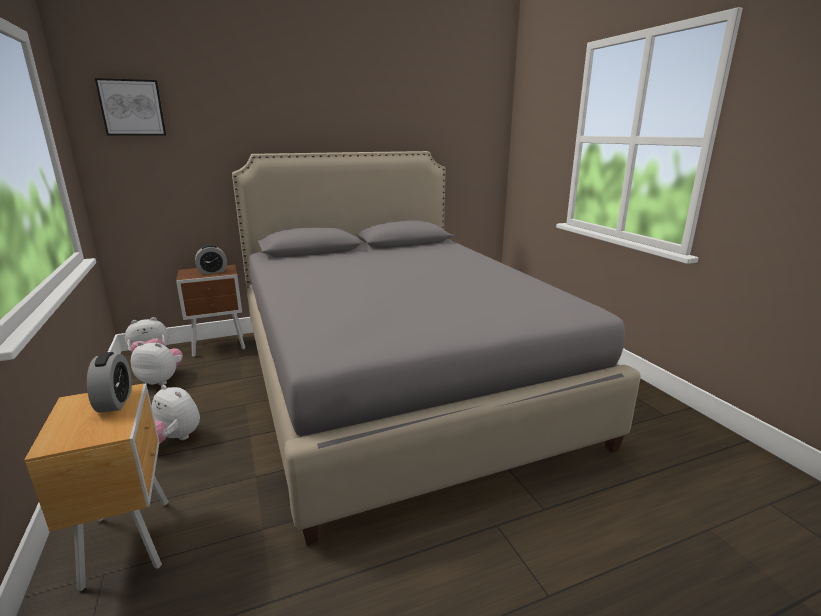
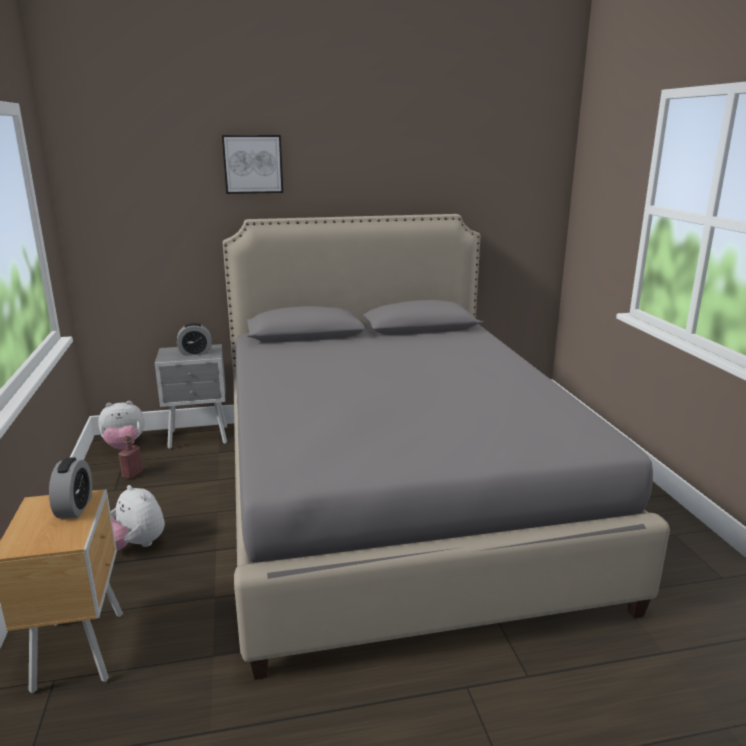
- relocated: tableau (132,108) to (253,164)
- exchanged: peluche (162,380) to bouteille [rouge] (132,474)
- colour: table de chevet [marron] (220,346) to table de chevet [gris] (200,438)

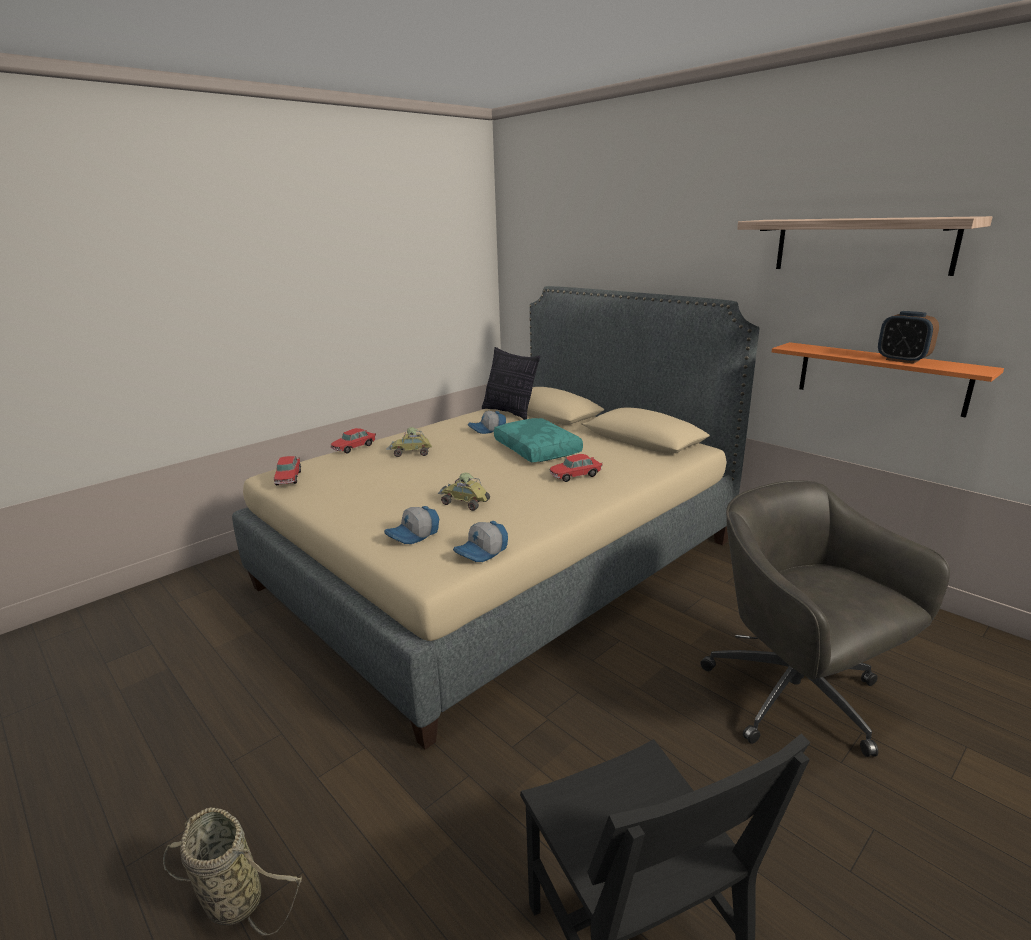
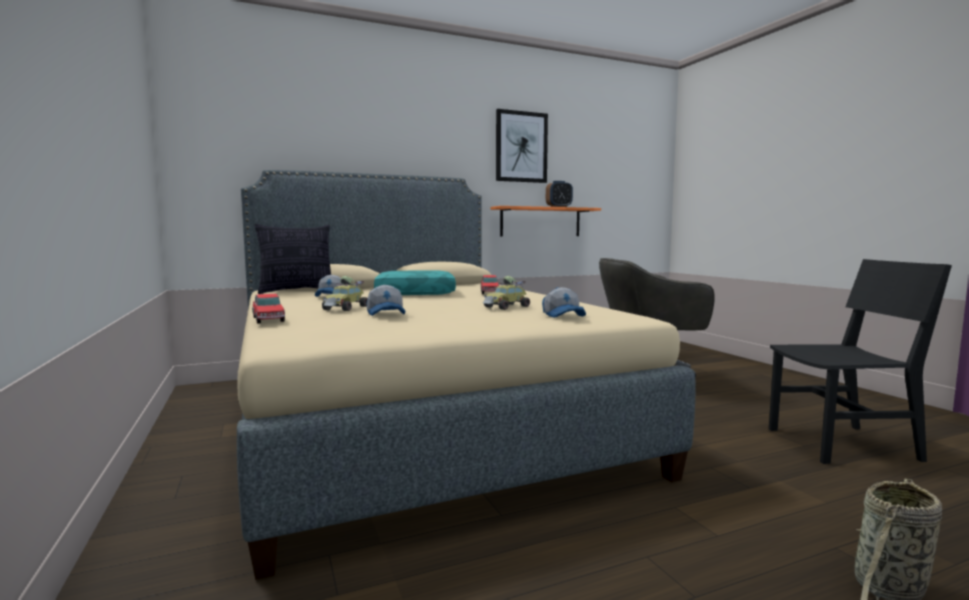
- missing: petite voiture (288,478)
- relocated: casquette (482,552) to (386,313)
- exchanged: étagère (861,245) to tableau (521,147)

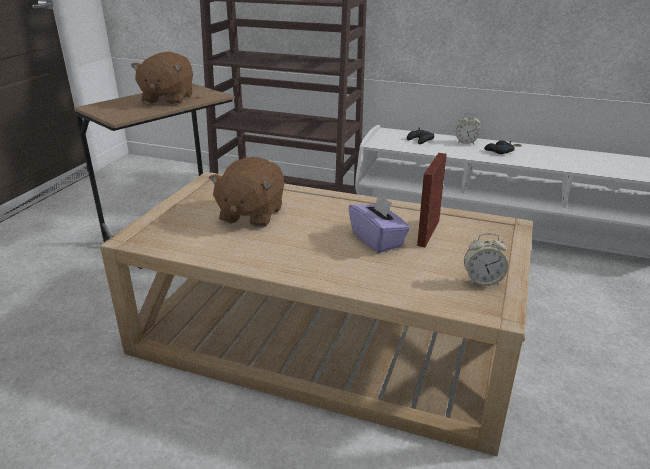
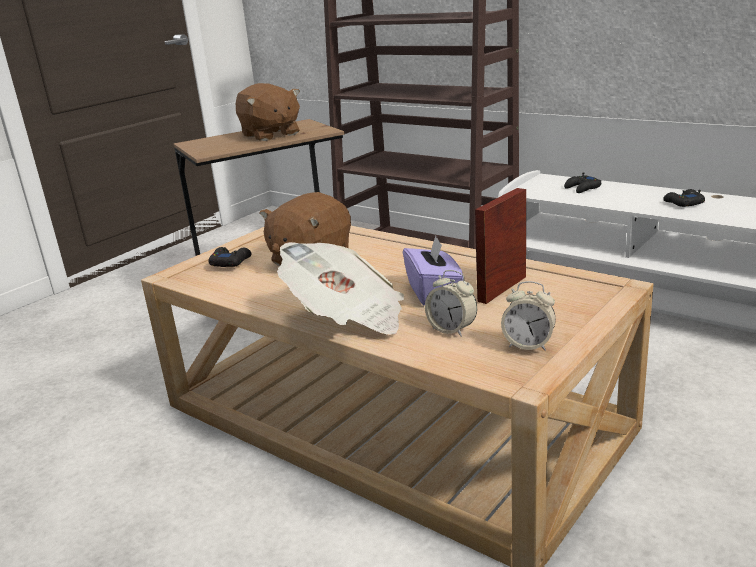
- spun: peluche [marron] (167,99) = (270,135) 60 degrees counterclockwise
- relocated: réveil (466,143) to (452,329)
- appeared: manette [noir] (230,262)
- appeared: journal (347,317)

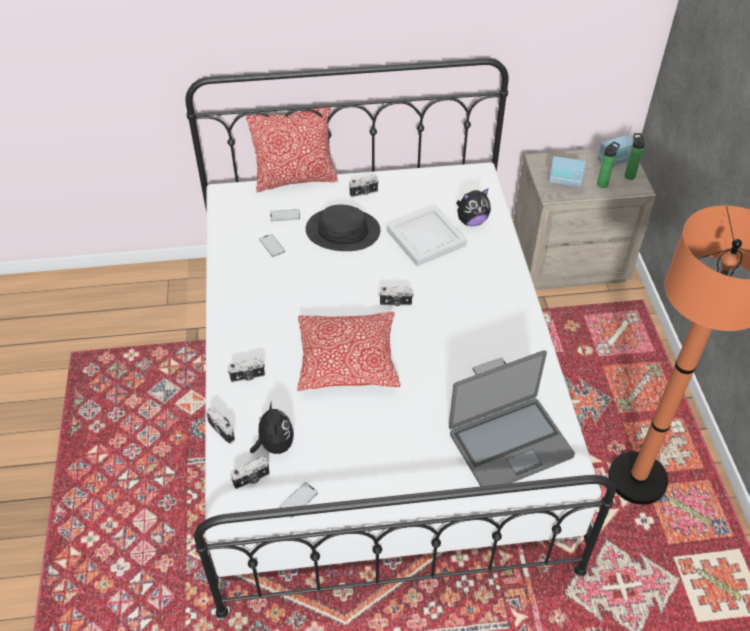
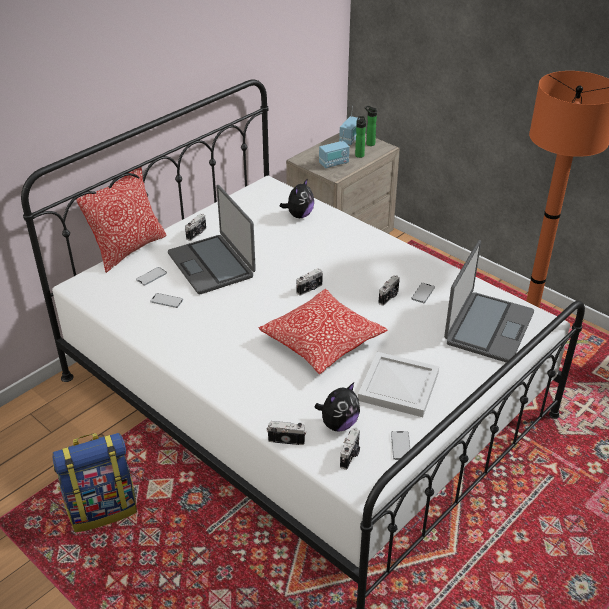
- relocated: appareil photo (247,377) to (389,297)
- spun: peluche (274,445) = (338,424) 105 degrees clockwise
- exchanged: chapeau [noir] (343,231) to ordinateur portable (212,265)
- relocated: plateau [blanc] (426,239) to (399,387)
- appeared: sac à dos (102,508)

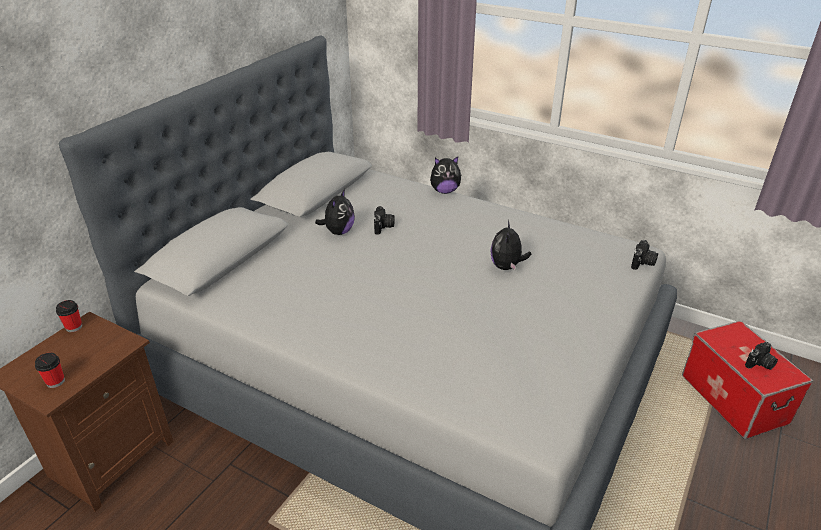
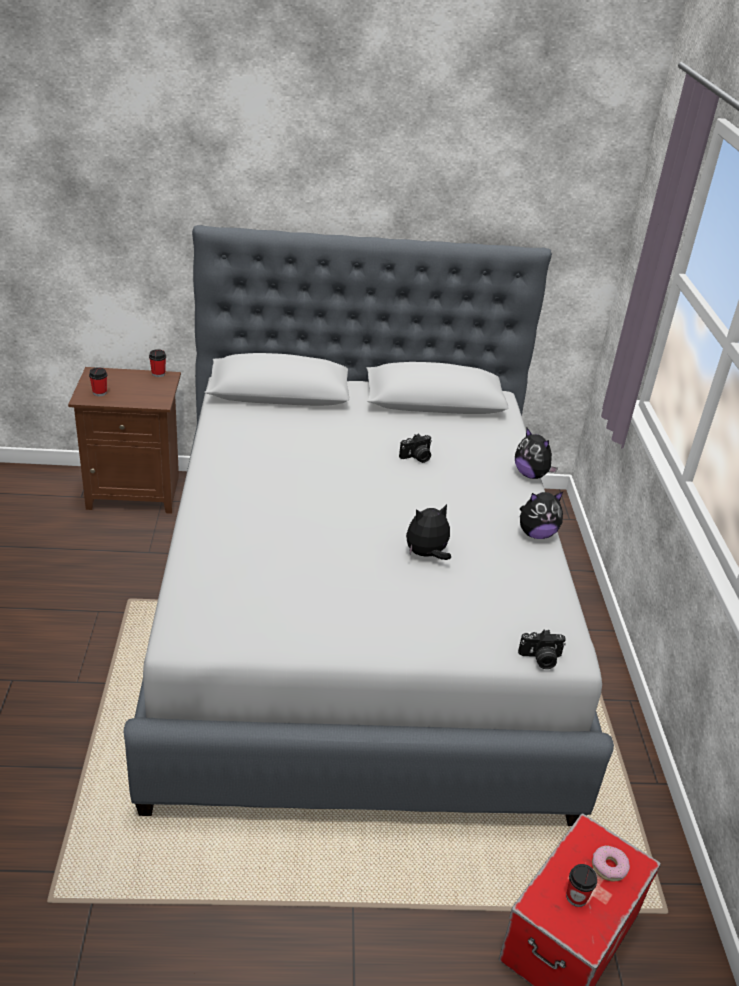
- relocated: peluche (338,232) to (536,534)
- exchanged: appareil photo (760,364) to tasse (576,897)
- appeared: beignet (609,867)

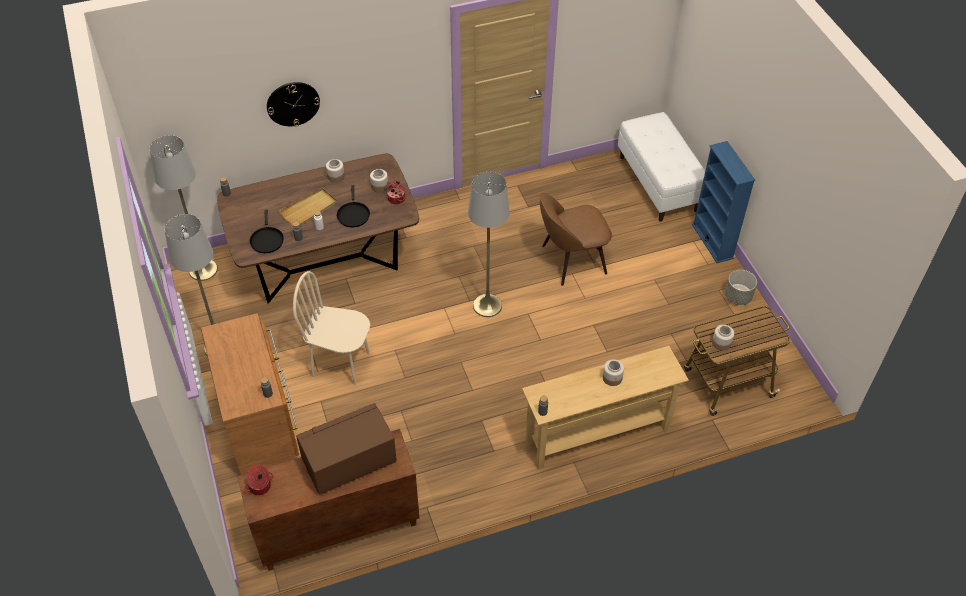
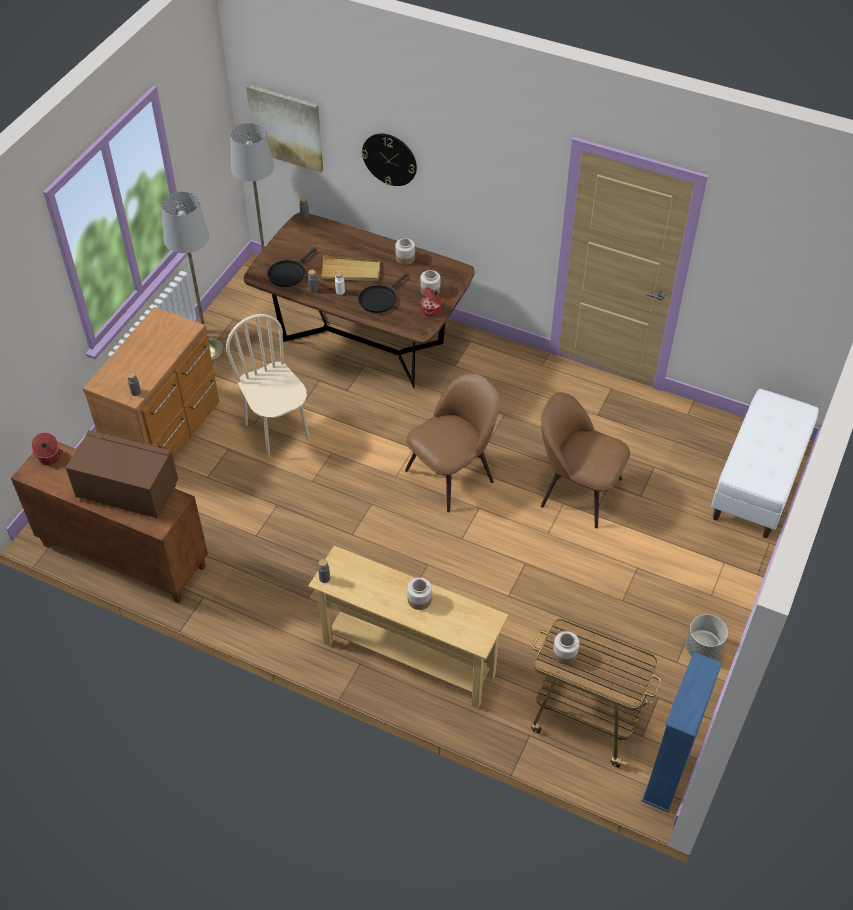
- exchanged: lampadaire [gris] (487,305) to chaise [marron] (452,474)
- relocated: bibliothèque [bleu] (712,241) to (668,772)
- appeared: tableau (286,127)

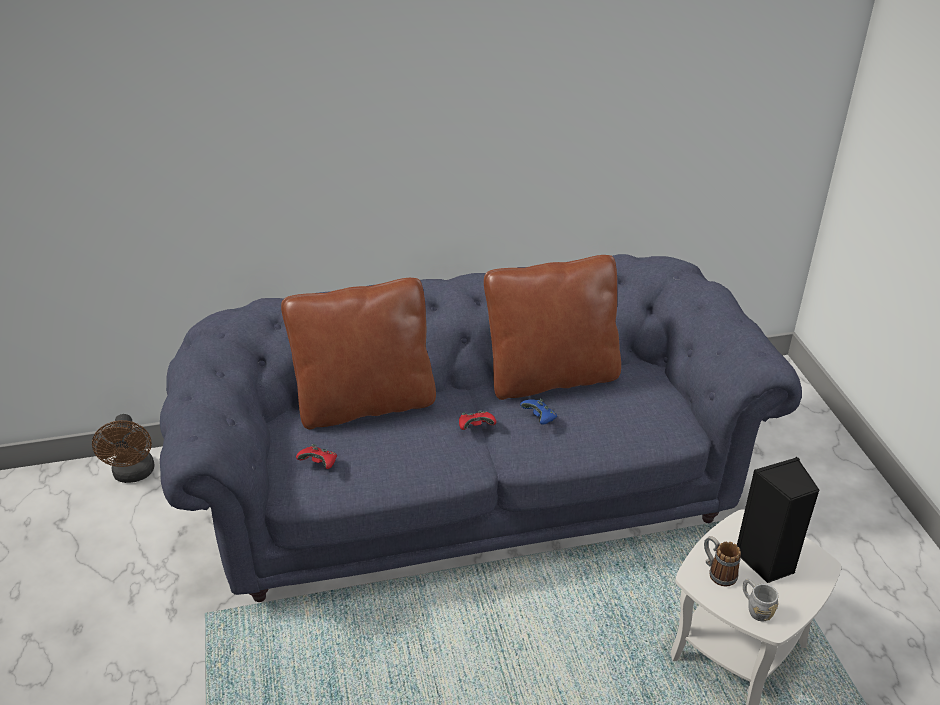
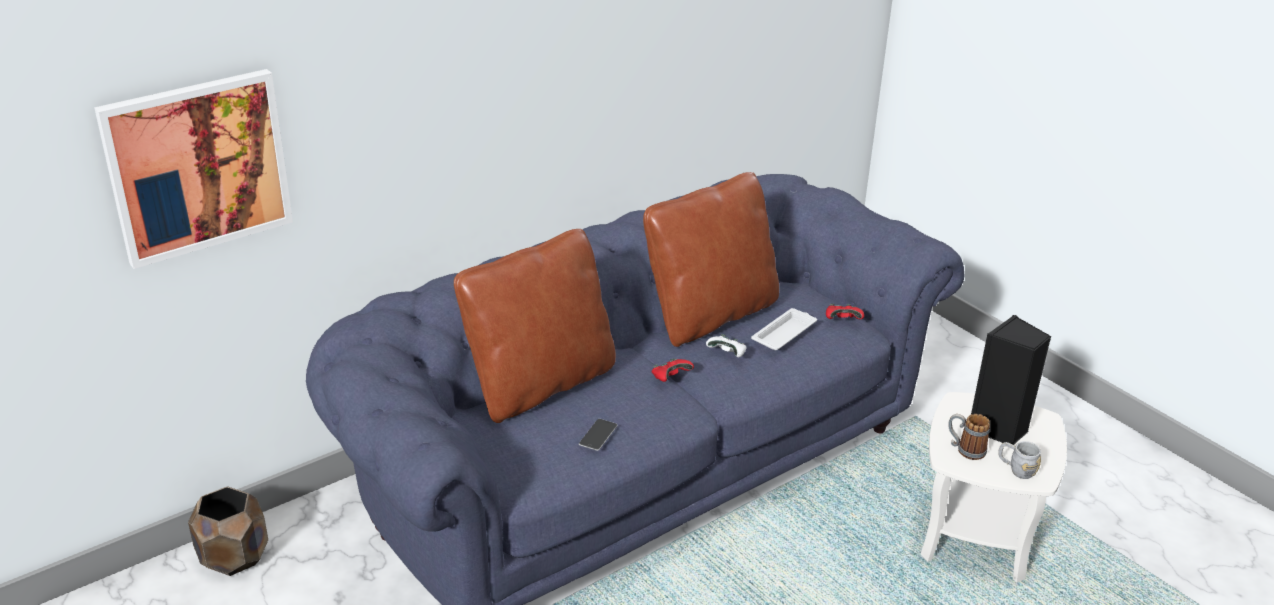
- exchanged: ventilateur [marron] (134,474) to cache-pot [marron] (234,556)
- relocated: manette [rouge] (319,464) to (842,321)
- colour: manette [bleu] (539,418) to manette [blanc] (727,354)
- appeared: tableau (198,166)
- appeared: téléphone (598,435)
- appeared: plateau [blanc] (785,333)

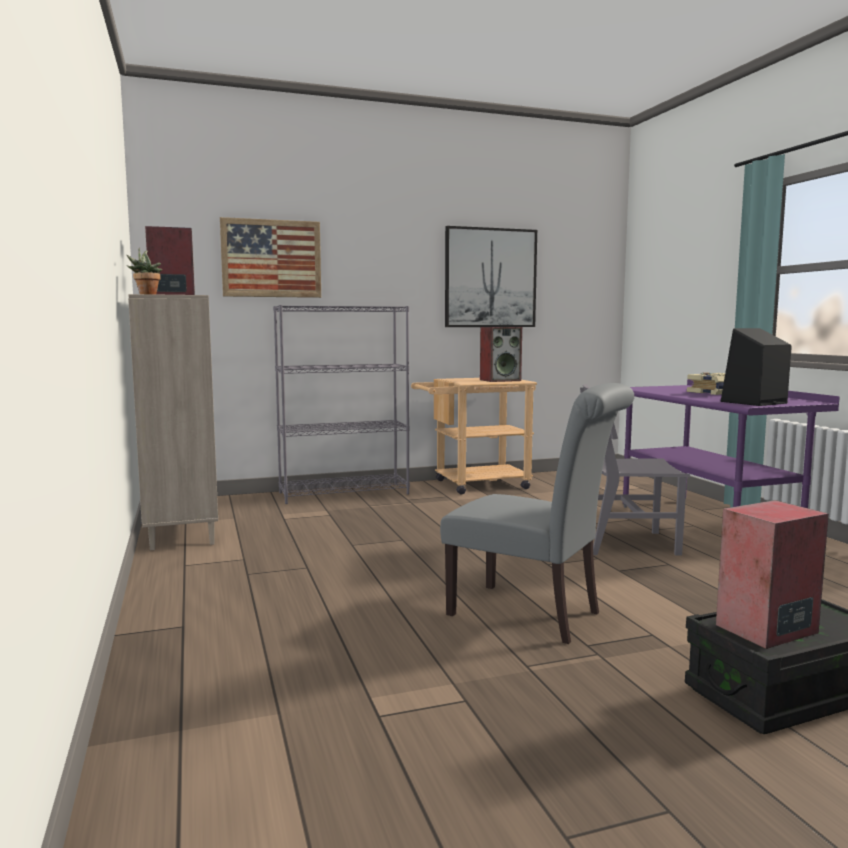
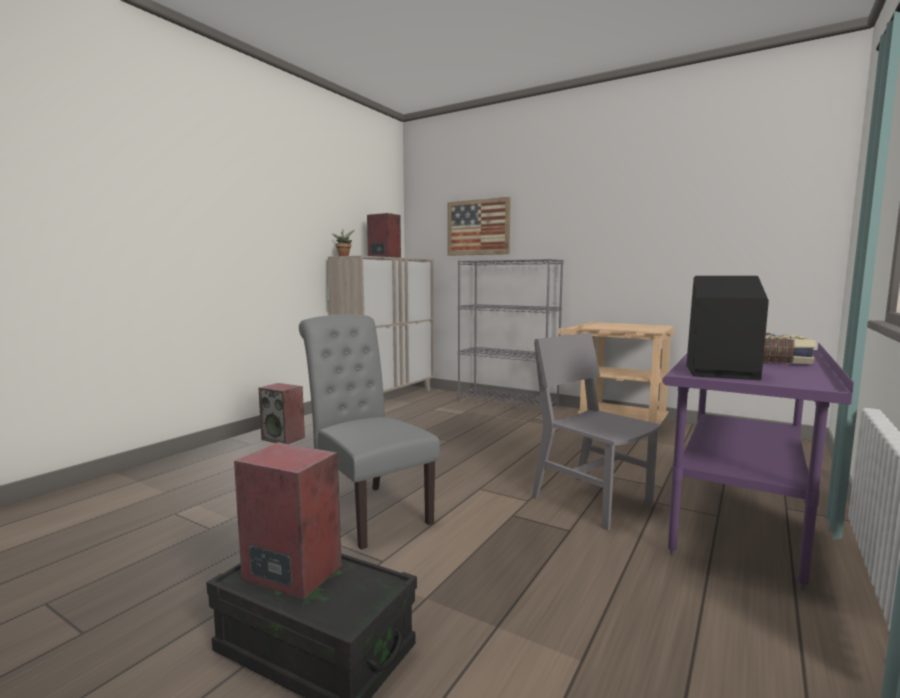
- spun: chaise [gris] (533,615) = (367,511) 150 degrees clockwise
- missing: tableau (490,278)
- relocated: enceinte (500,380) to (284,438)

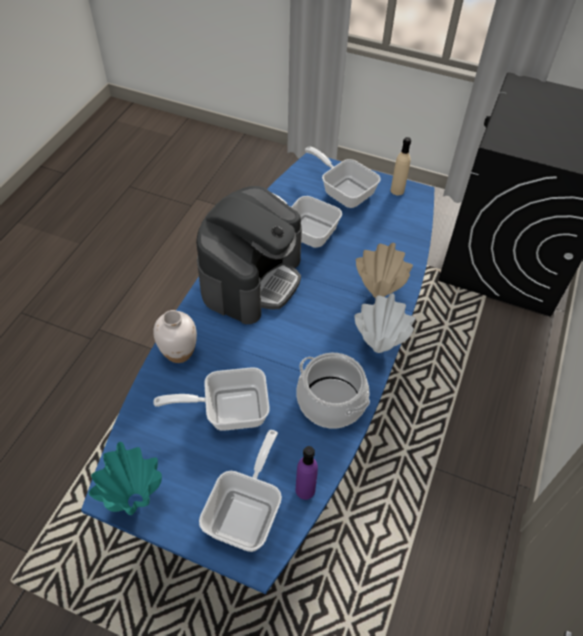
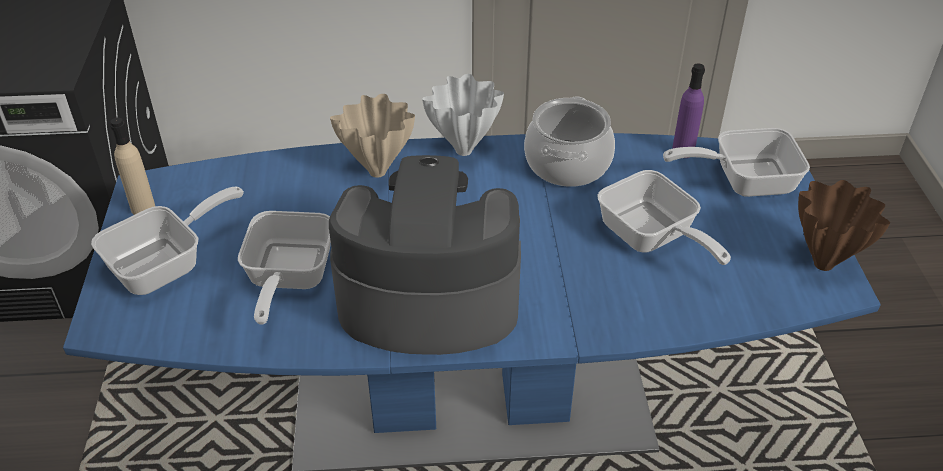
- colour: vase [turquoise] (135,502) to vase [marron] (824,263)
- missing: vase [blanc] (179,352)
- spun: poêle (344,191) = (167,264) 150 degrees counterclockwise

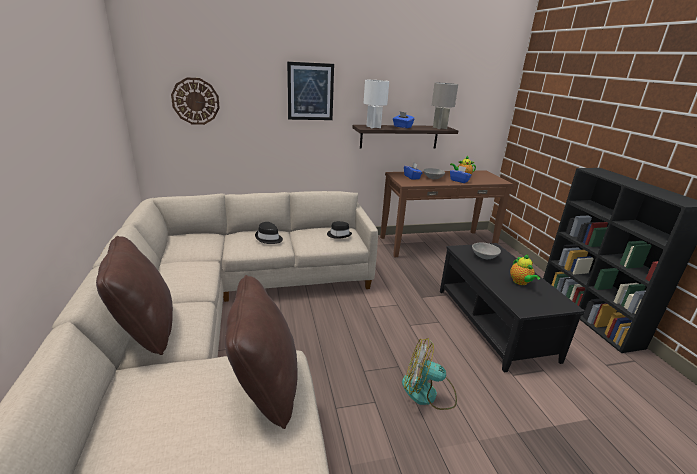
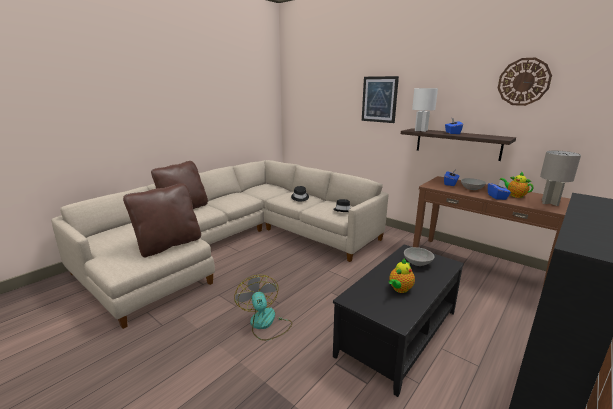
- relocated: horloge murale (195,101) to (523,82)
- relocated: lampe de table [gris] (440,128) to (550,203)

